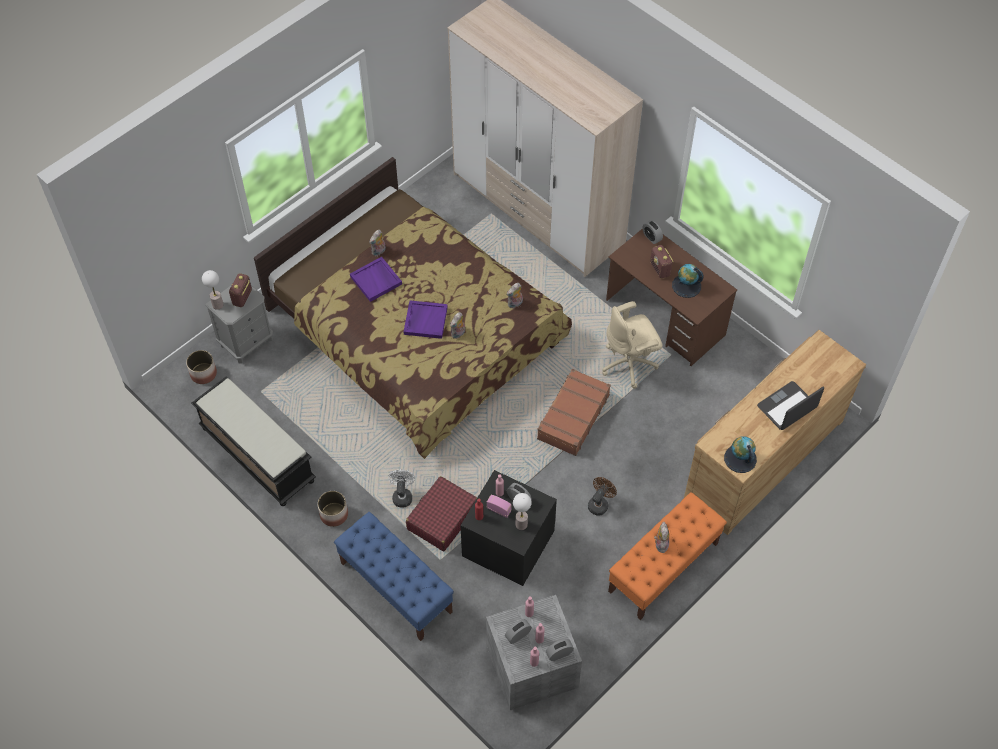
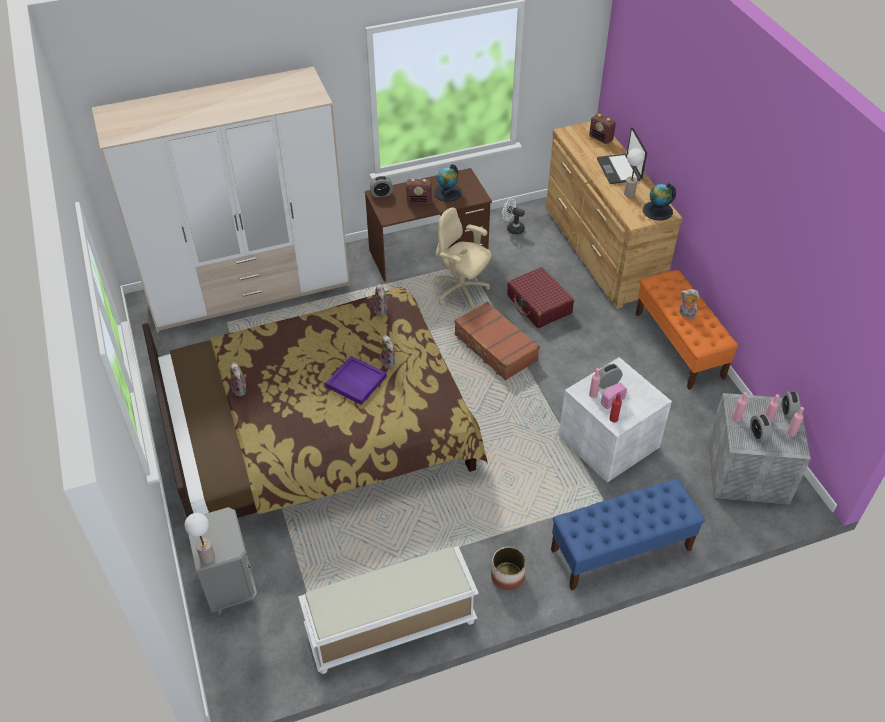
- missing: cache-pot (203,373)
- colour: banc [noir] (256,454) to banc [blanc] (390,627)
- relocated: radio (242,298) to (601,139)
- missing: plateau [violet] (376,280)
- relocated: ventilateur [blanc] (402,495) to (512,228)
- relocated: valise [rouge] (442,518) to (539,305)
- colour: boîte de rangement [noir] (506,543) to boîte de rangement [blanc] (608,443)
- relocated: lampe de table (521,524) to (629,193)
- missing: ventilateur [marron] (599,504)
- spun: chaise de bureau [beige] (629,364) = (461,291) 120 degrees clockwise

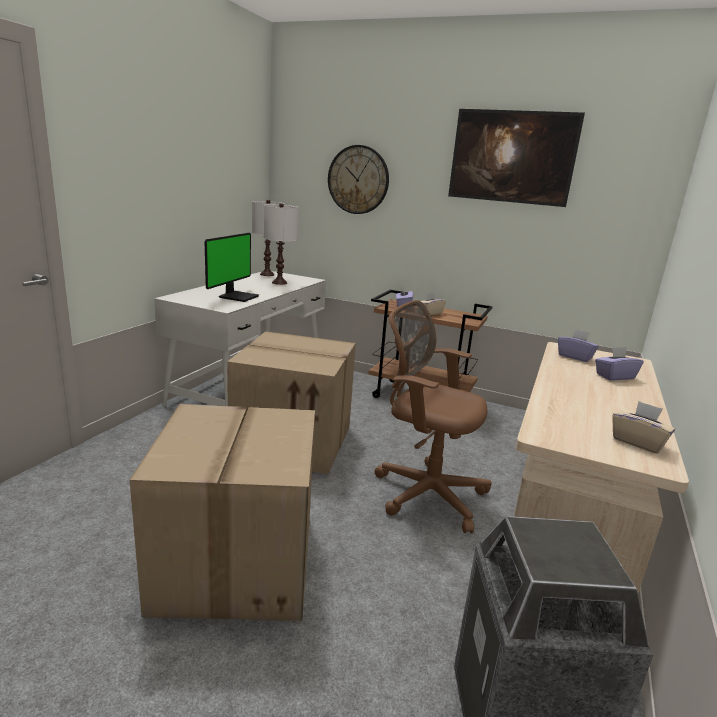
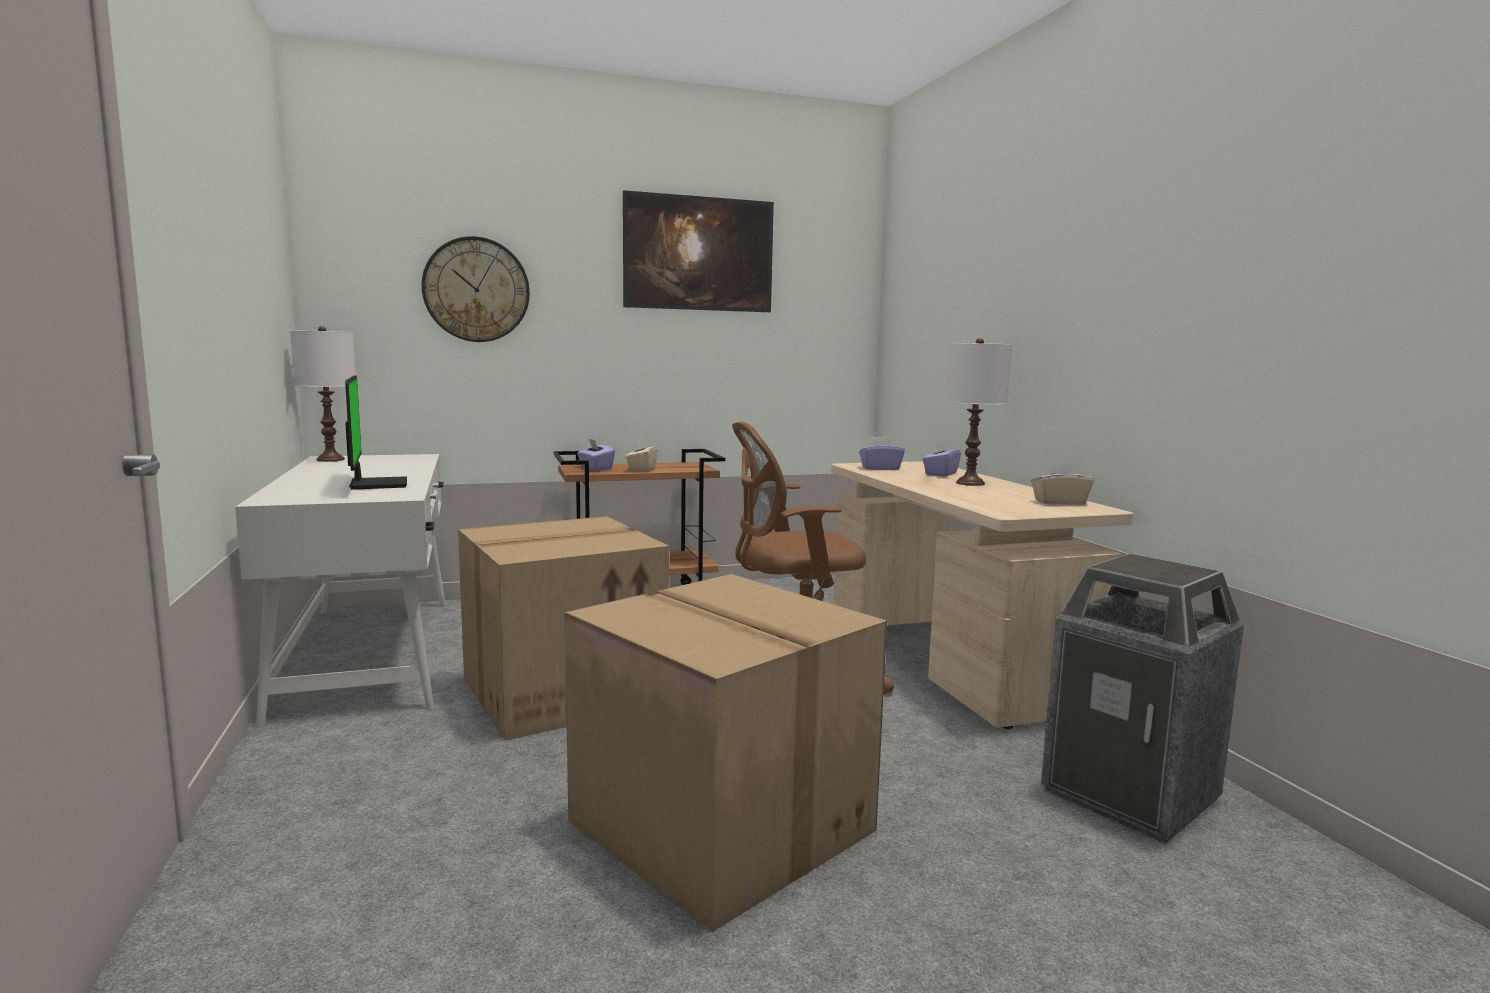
- relocated: lampe de table [blanc] (279,282) to (970,483)

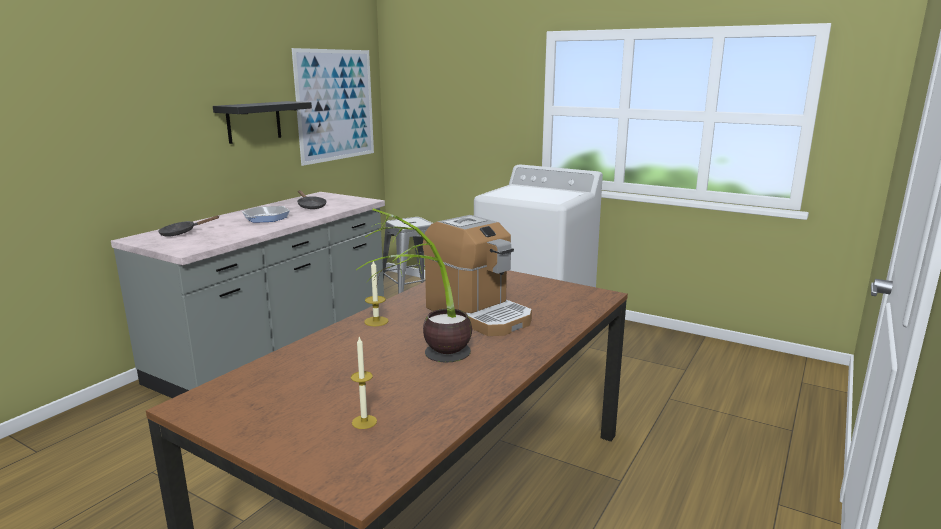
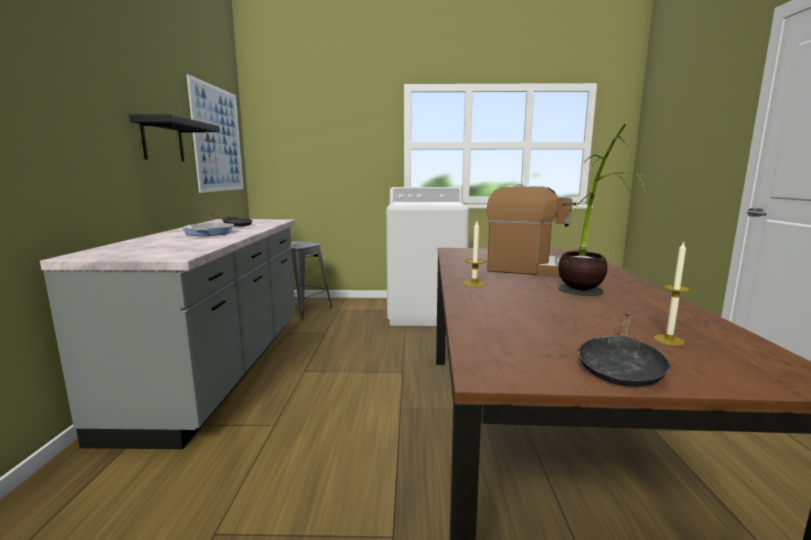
- relocated: poêle [noir] (182,233) to (620,368)

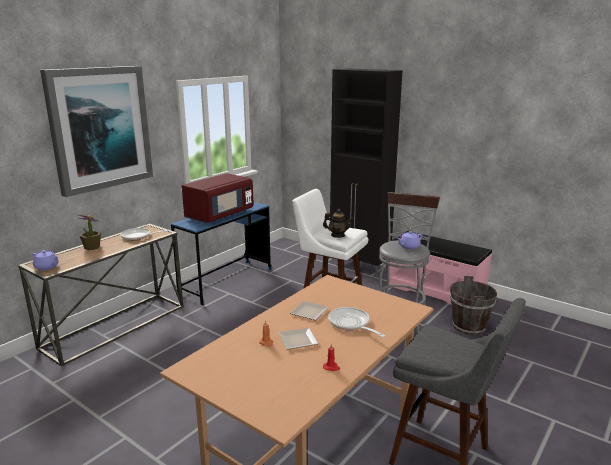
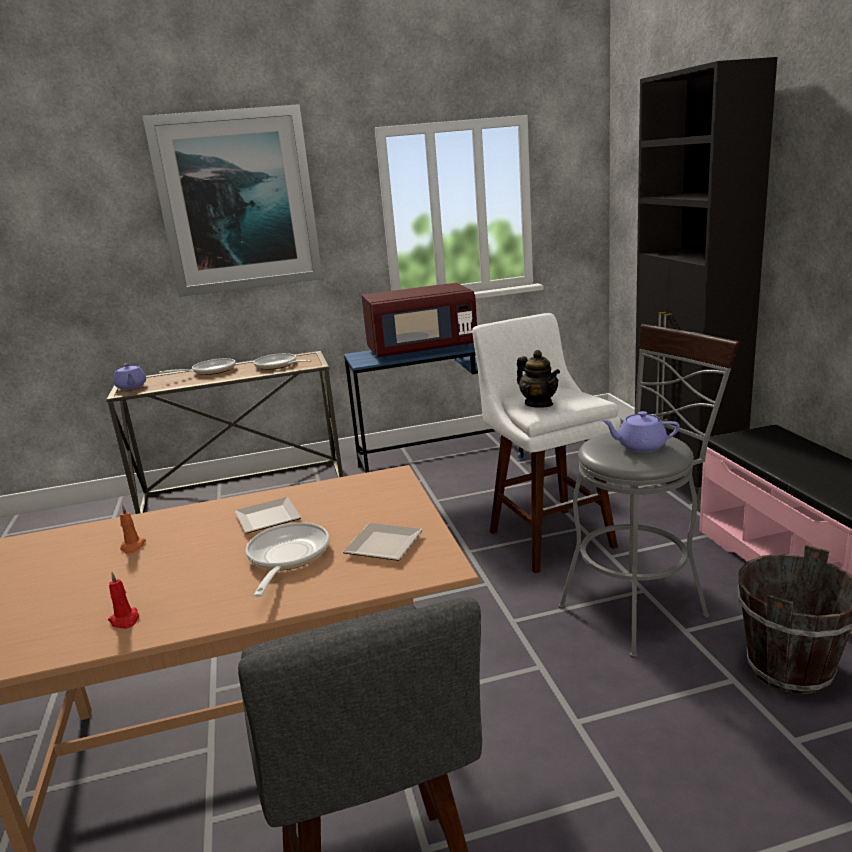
- exchanged: plante en pot (92,247) to poêle (210,371)
- relocated: assiette (297,341) to (381,546)

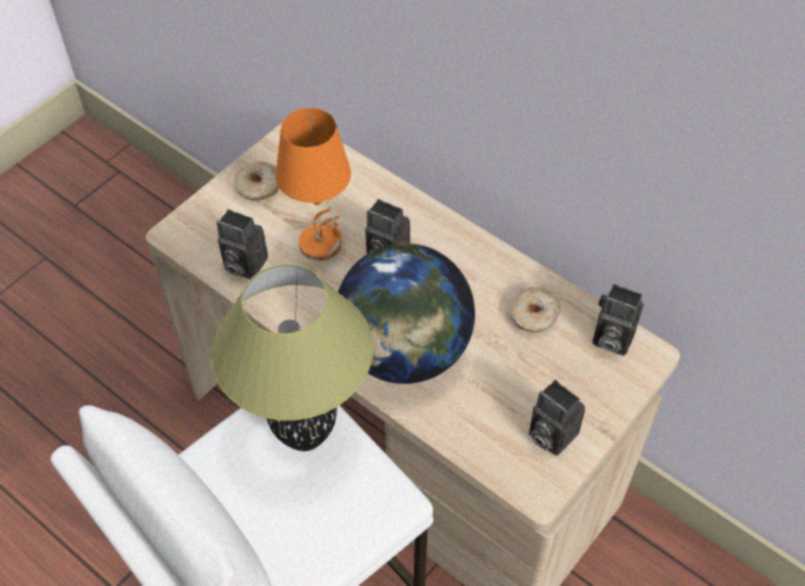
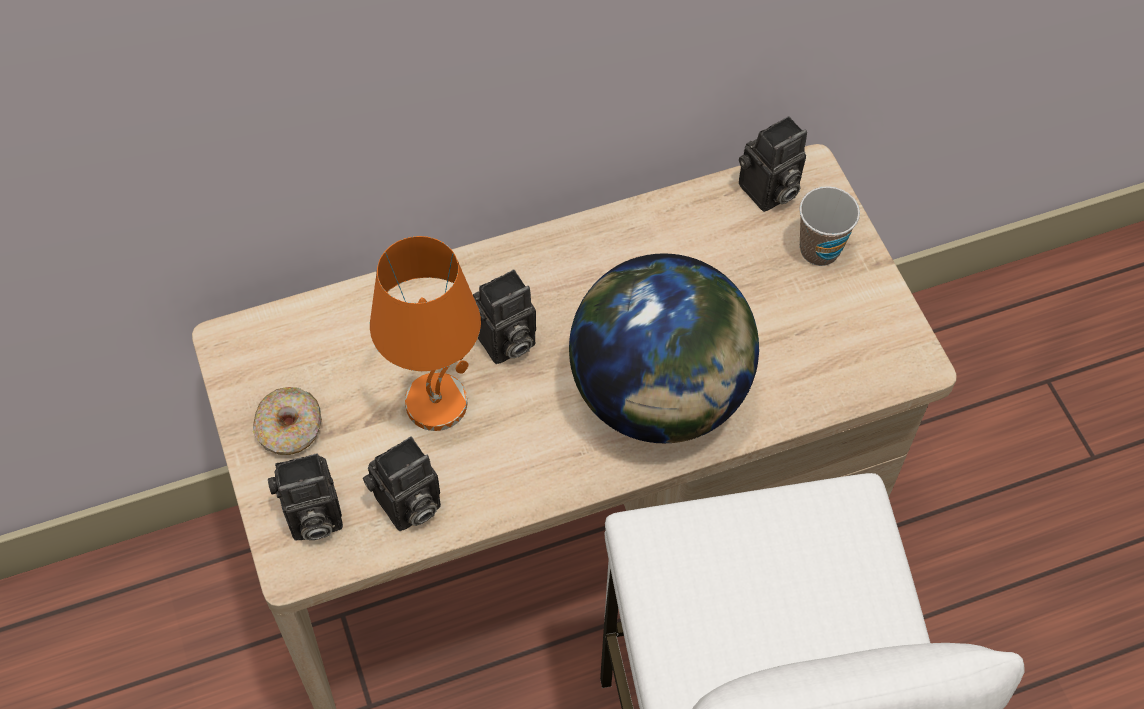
- missing: lampe de table (304,434)
- missing: beignet (533,316)
- relocated: appareil photo (549,434) to (311,519)
- appeared: tasse (819,250)

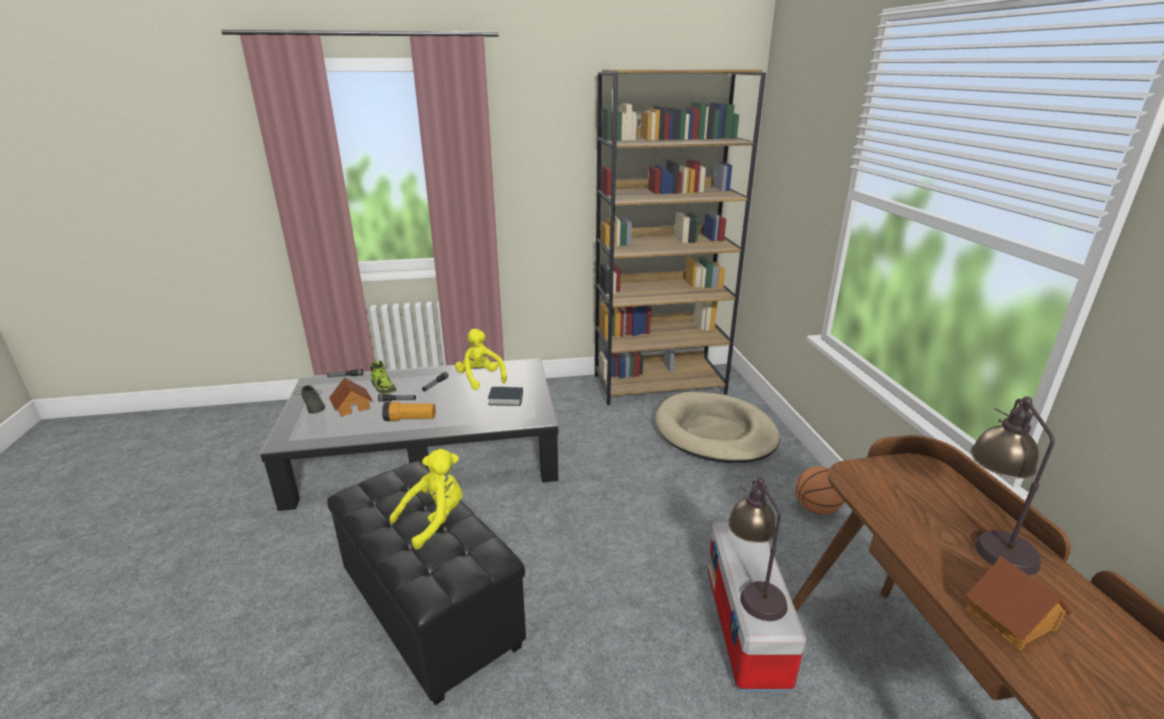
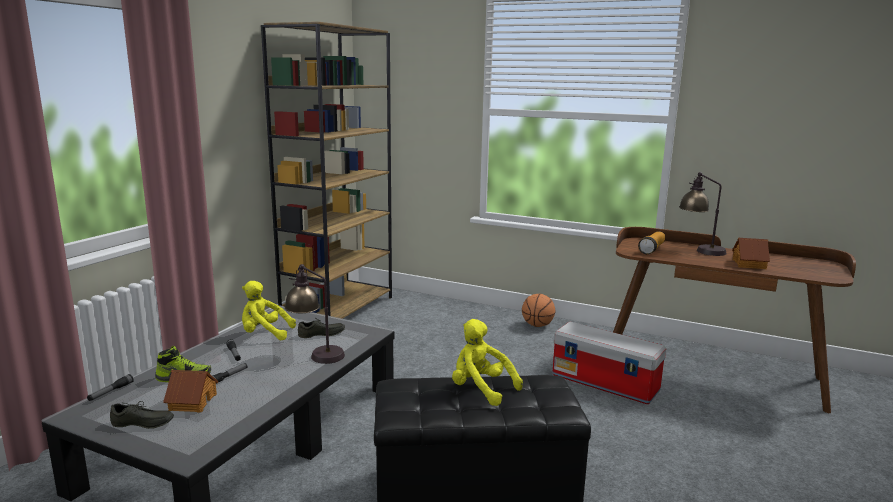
- relocated: lampe de poche (410,419) to (652,249)
- spun: peluche [jaune] (435,519) = (481,389) 45 degrees counterclockwise
- exchanged: livre (506,399) to chaussure [gris] (322,335)
- missing: panier pour chien [beige] (715,432)
- relocated: lampe de table (752,589) to (316,354)

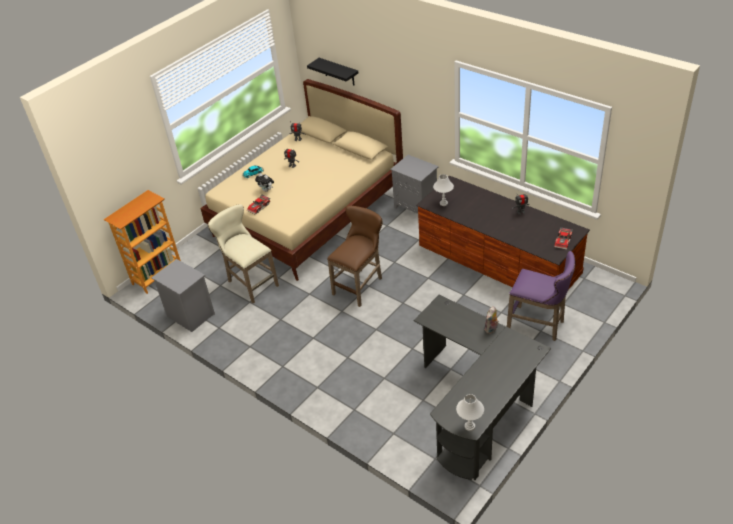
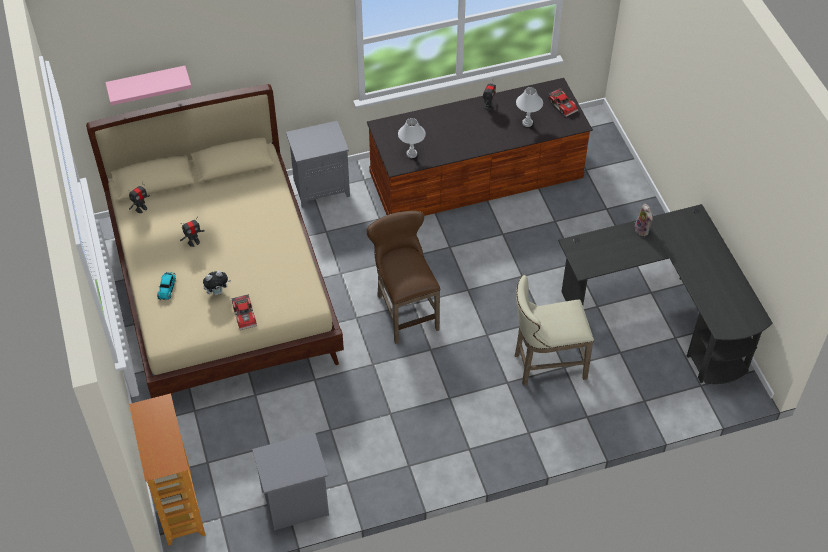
- relocated: tabouret [beige] (250,283) to (545,365)
- colour: étagère [noir] (339,72) to étagère [rose] (147,84)
- relocated: lampe de table [blanc] (469,426) to (527,123)
- missing: tabouret [violet] (538,325)

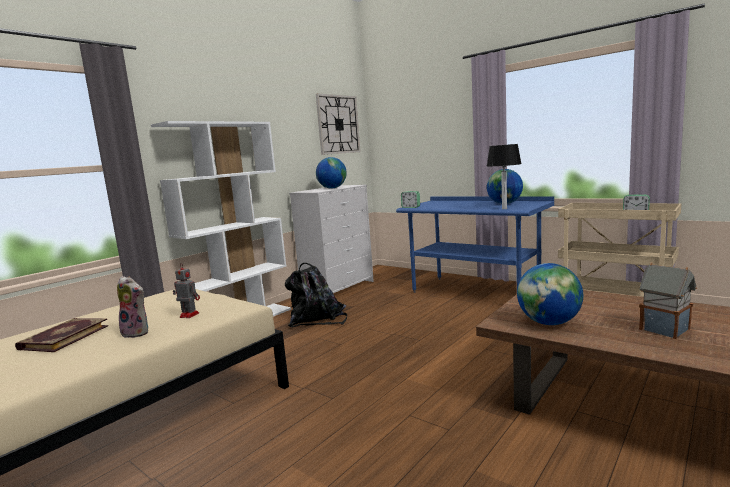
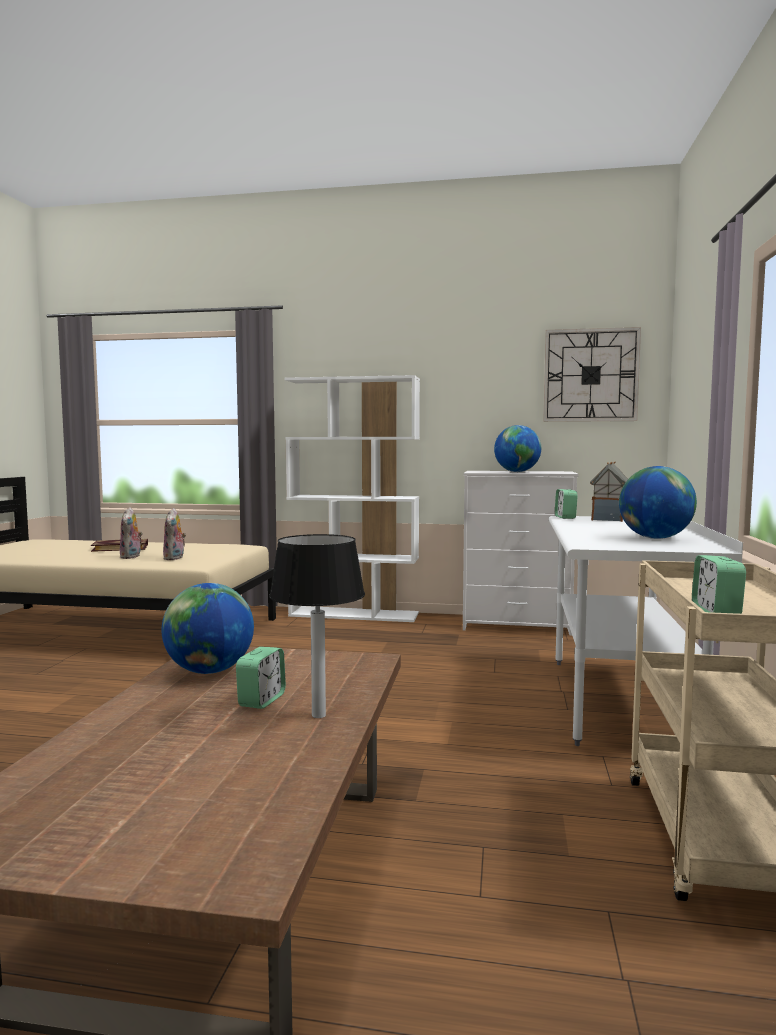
- exchanged: robot jouet (188,315) to peluche (175,558)
- missing: sac à dos [noir] (317,319)
- colour: bureau [bleu] (474,292) to bureau [blanc] (619,702)
- relocated: lampe de table (504,208) to (318,715)
- relocated: maison miniature (666,329) to (608,519)
- appeared: réveil (261,700)

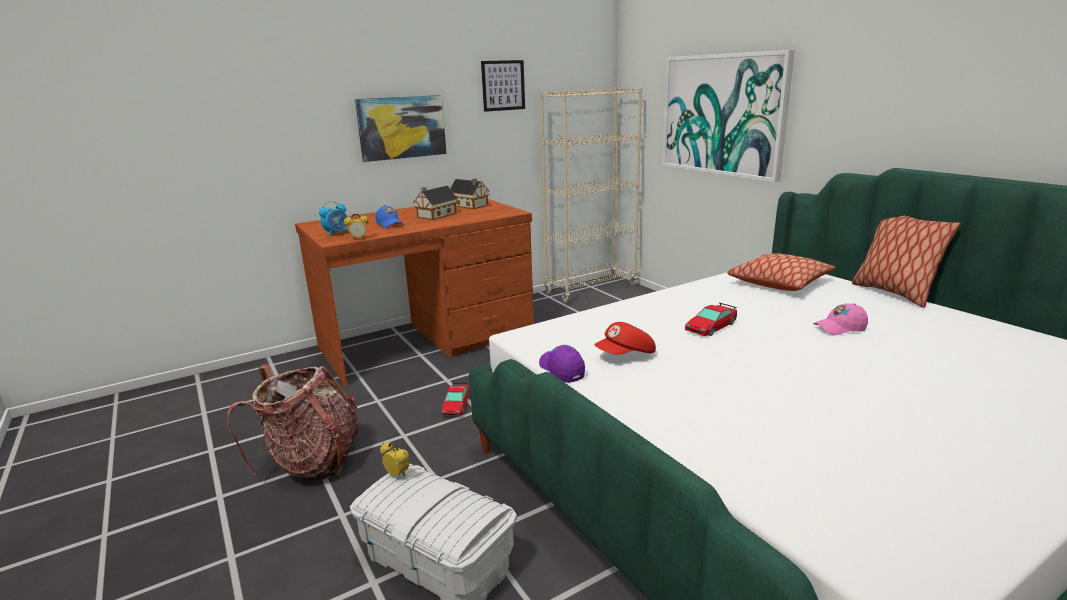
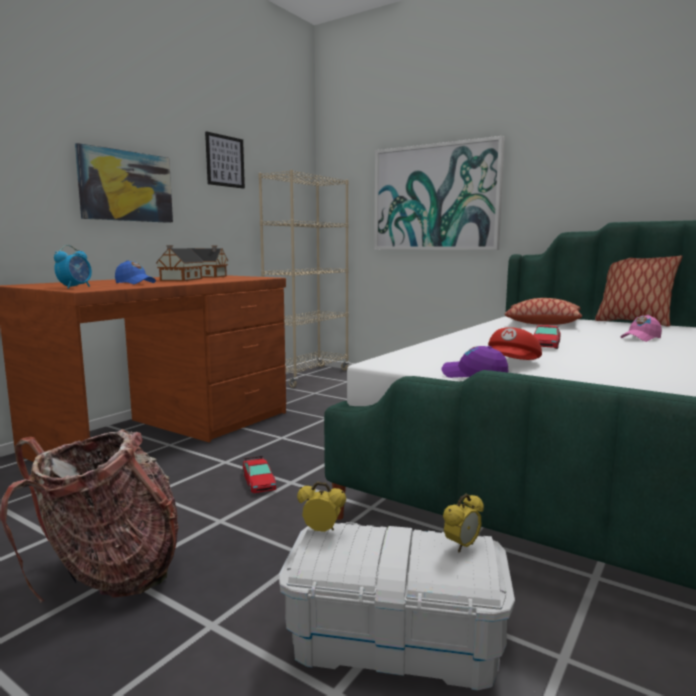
- relocated: réveil (358,238) to (462,546)

